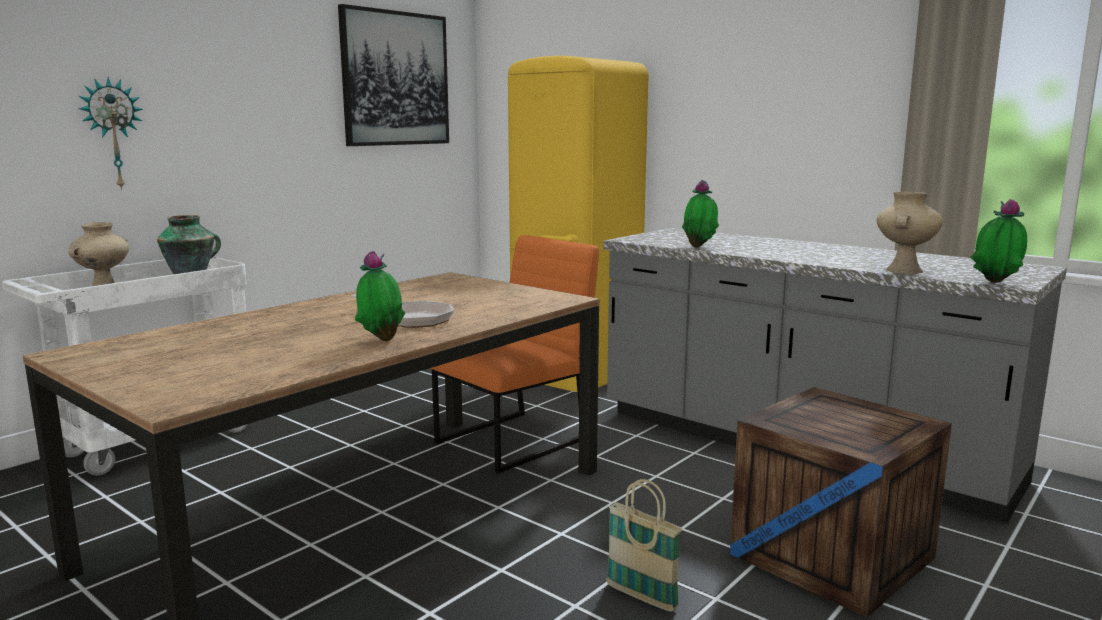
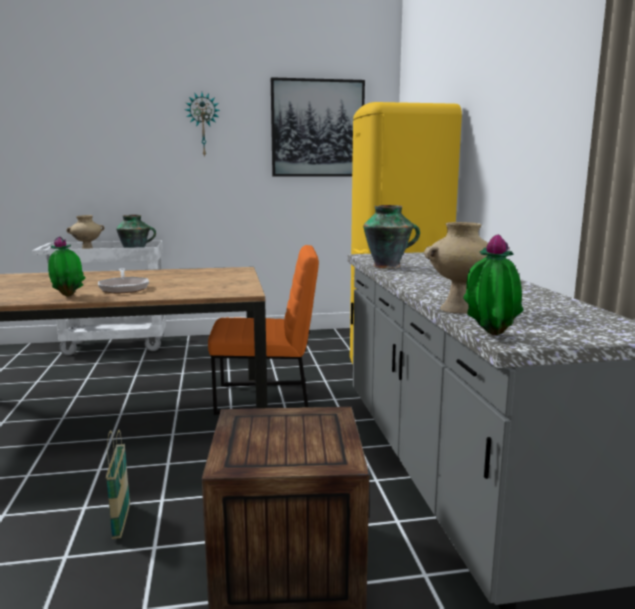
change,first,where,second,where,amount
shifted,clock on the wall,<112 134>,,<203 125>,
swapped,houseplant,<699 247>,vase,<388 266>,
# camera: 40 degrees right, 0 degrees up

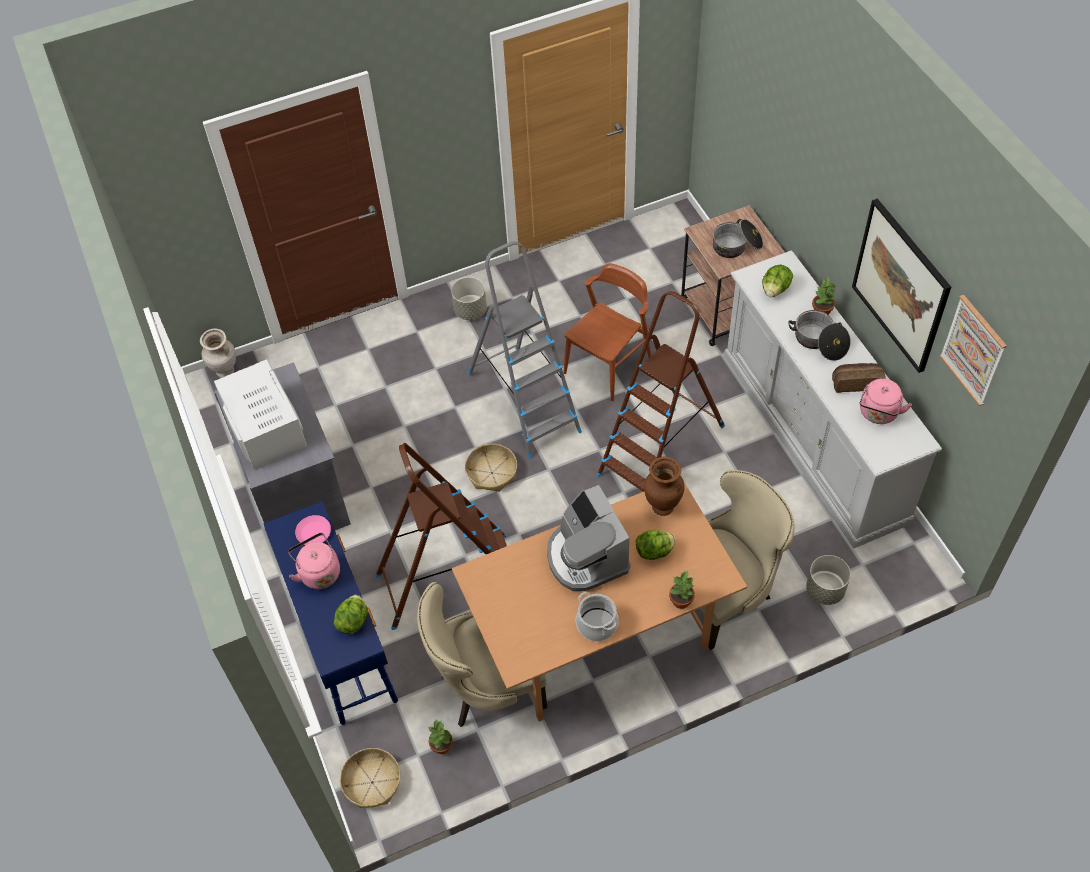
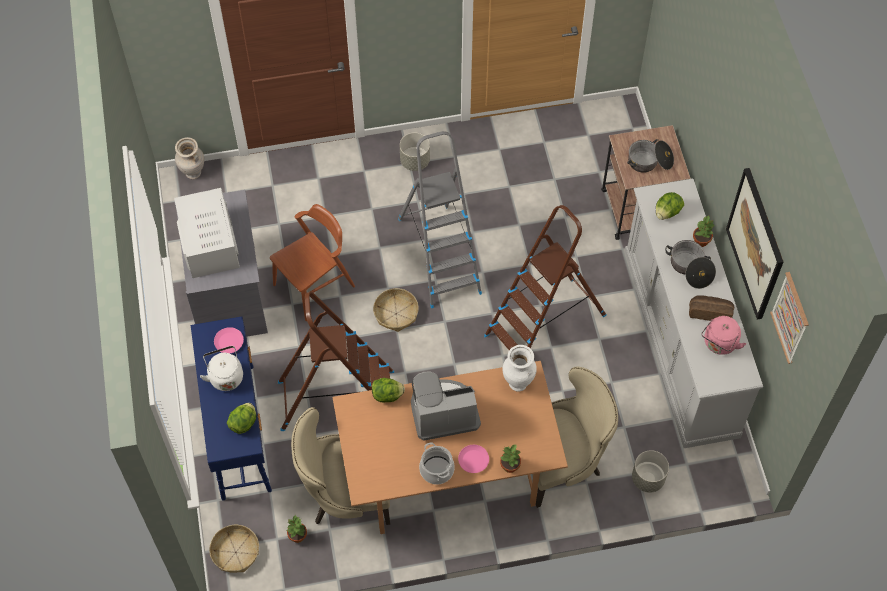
change,first,where,second,where,amount
shifted,upright chair (brownish),<608 364>,,<314 285>,
repainted,vase (brownish),<663 506>,vase (white),<518 383>,
rotated,coffee maker,<586 557>,,<443 412>,90 degrees clockwise
shifted,head of lettuce,<654 551>,,<387 395>,
repainted,tea kettle (pink),<318 572>,tea kettle (white),<225 376>,
new,,,flat dish (pink),<473 460>,
# camera: 10 degrees right, 5 degrees up

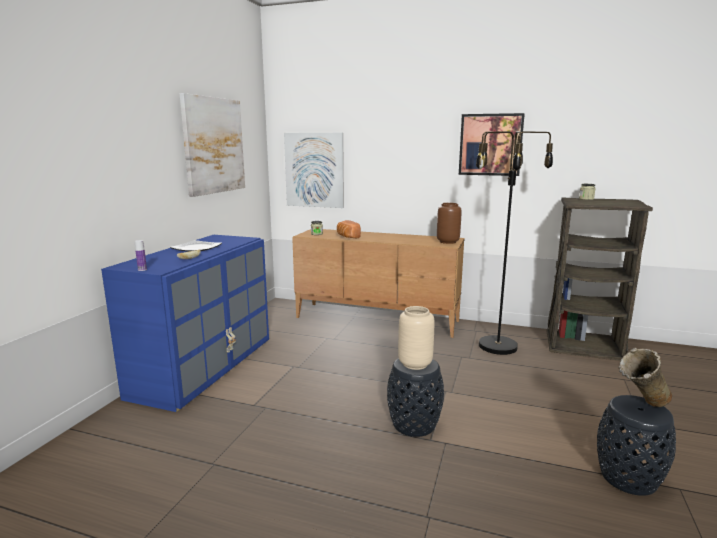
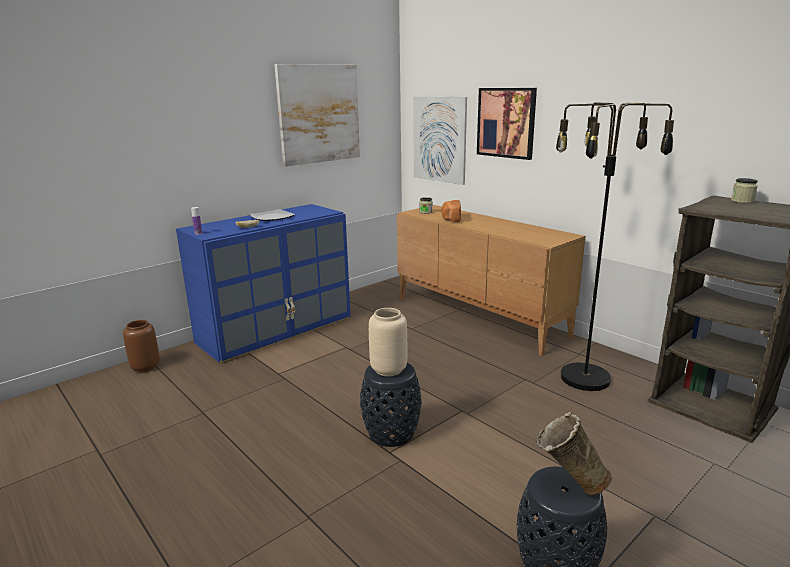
change,first,where,second,where,amount
shifted,picture,<490 145>,,<506 122>,
shifted,vase (brownish),<448 242>,,<145 367>,
# camera: 30 degrees right, 5 degrees up

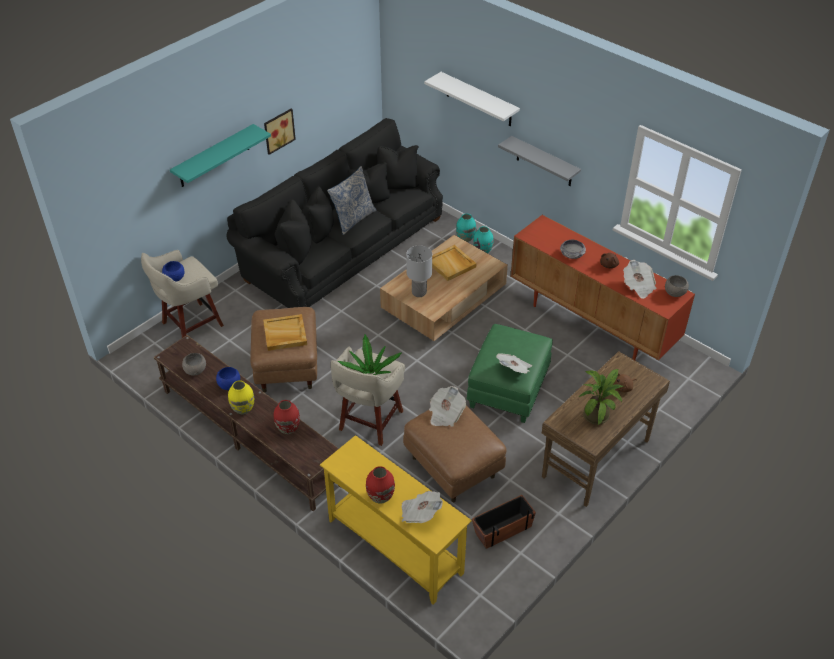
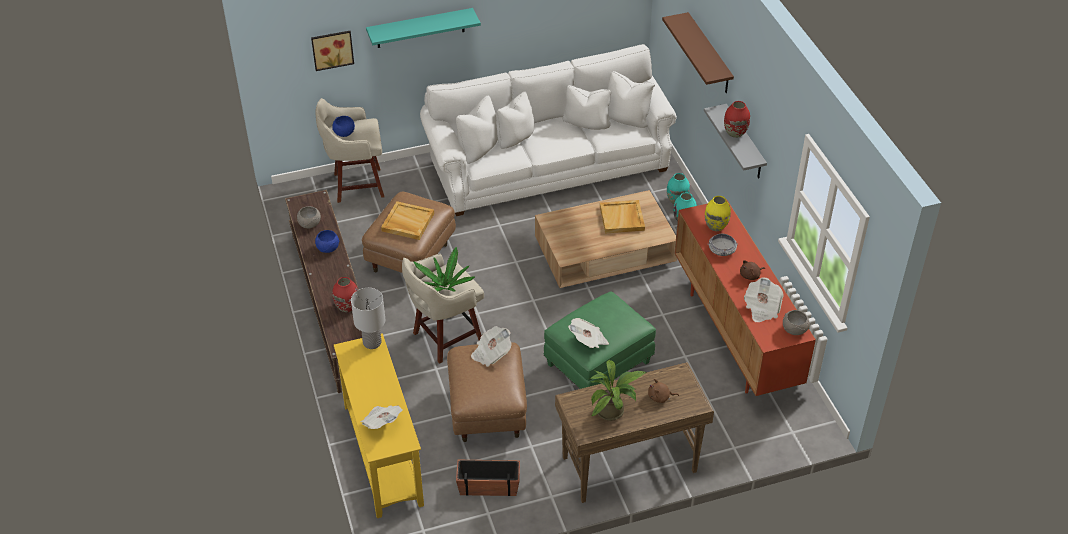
change,first,where,second,where,amount
repainted,wall shelf (white),<479 100>,wall shelf (brownish),<709 54>,
shifted,picture,<278 130>,,<332 49>,
repainted,sofa (blackish),<342 247>,sofa (white),<548 163>,
gone,throw pillow,<353 219>,,,
shifted,tabletop lamp (gray),<419 293>,,<372 344>,
shifted,vase (yellowish),<243 409>,,<715 226>,
shifted,vase (reddish),<380 497>,,<734 133>,
# camera: 30 degrees right, 0 degrees up

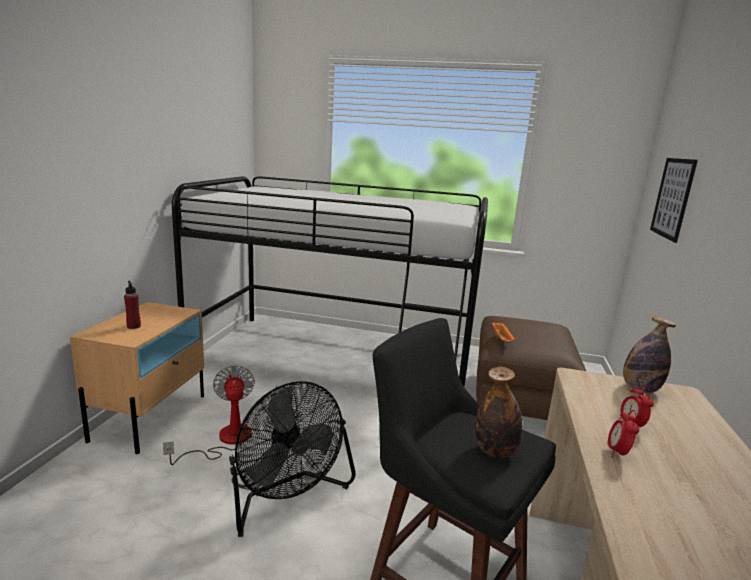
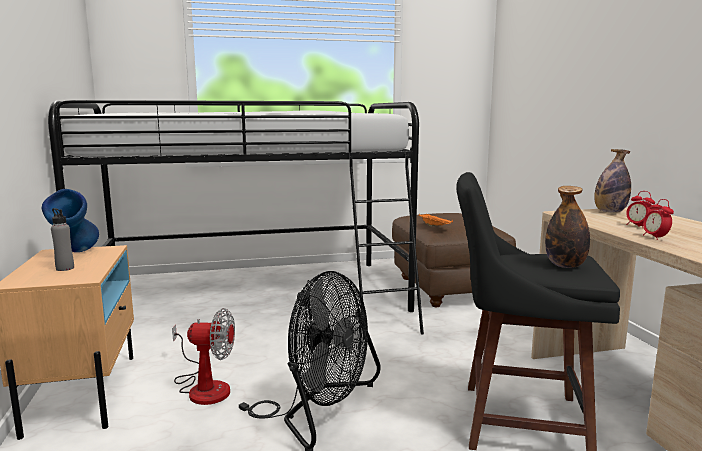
change,first,where,second,where,amount
gone,picture,<672 198>,,,
repainted,bottle (reddish),<134 326>,bottle (gray),<65 268>,
rotated,fan,<225 440>,,<204 387>,135 degrees clockwise
new,,,vase (blue),<76 253>,
# camera: 25 degrees left, 5 degrees down

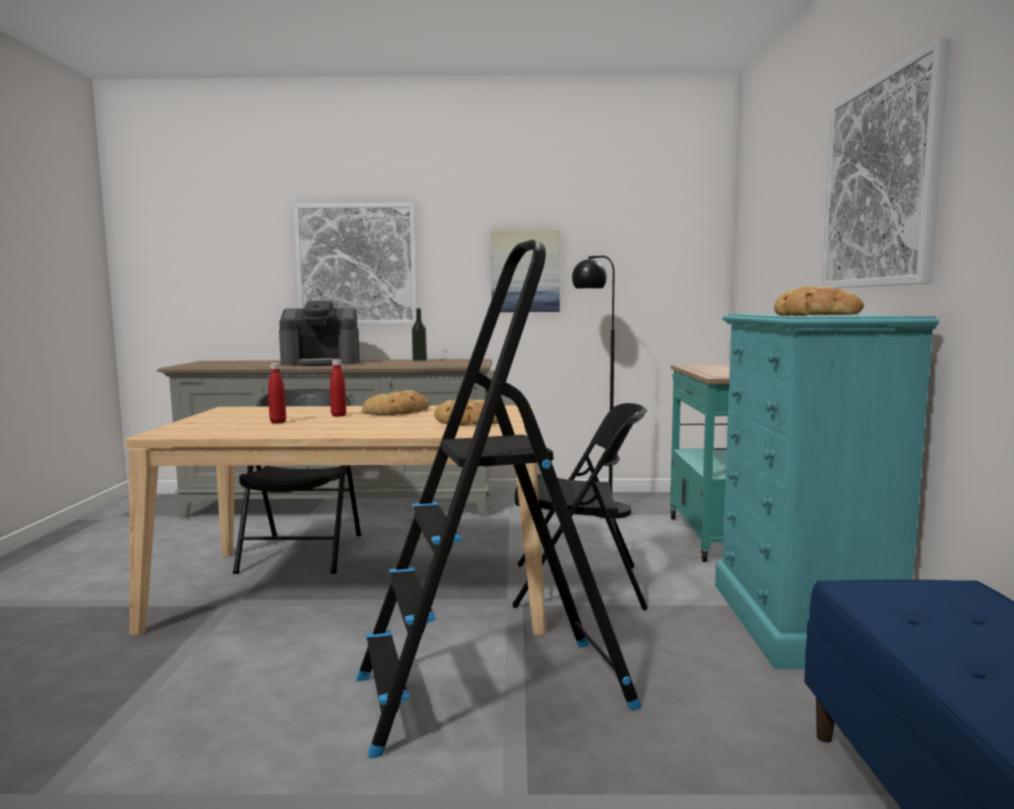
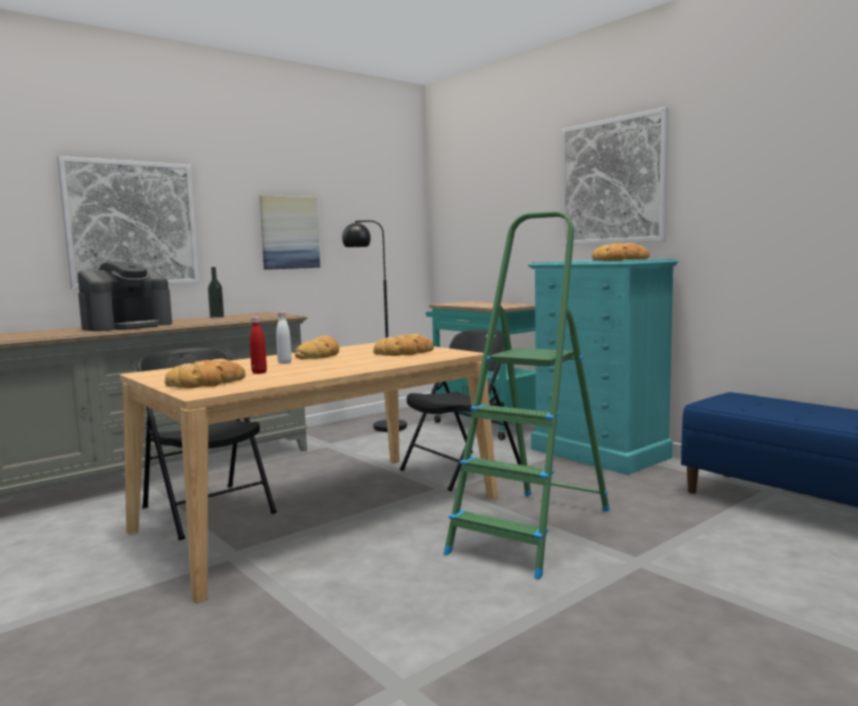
change,first,where,second,where,amount
repainted,step stool (blackish),<491 693>,step stool (green-coloured),<532 530>,
repainted,bottle (reddish),<338 415>,bottle (white),<284 363>,
new,,,baked bread,<207 383>,
# camera: 40 degrees left, 0 degrees up

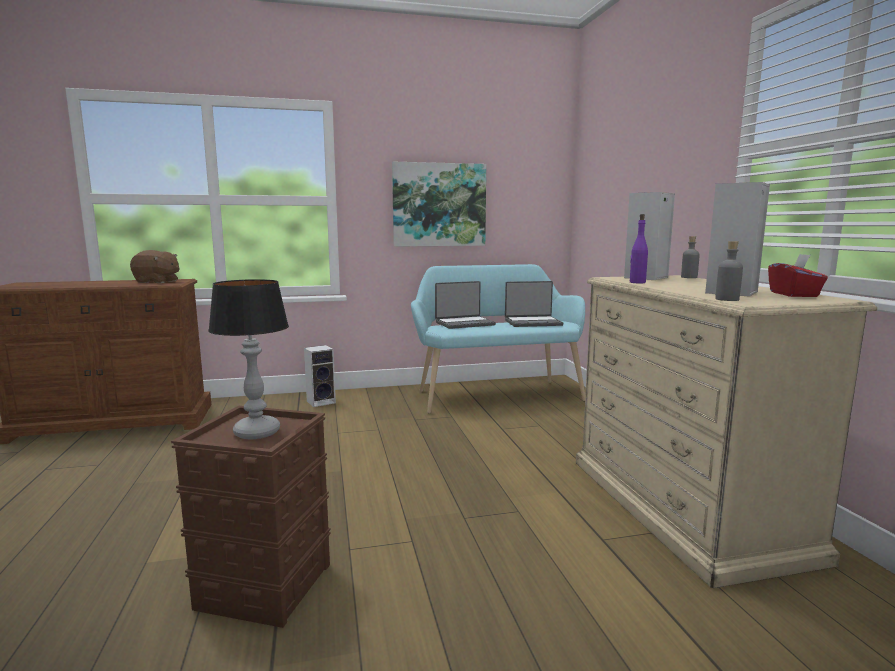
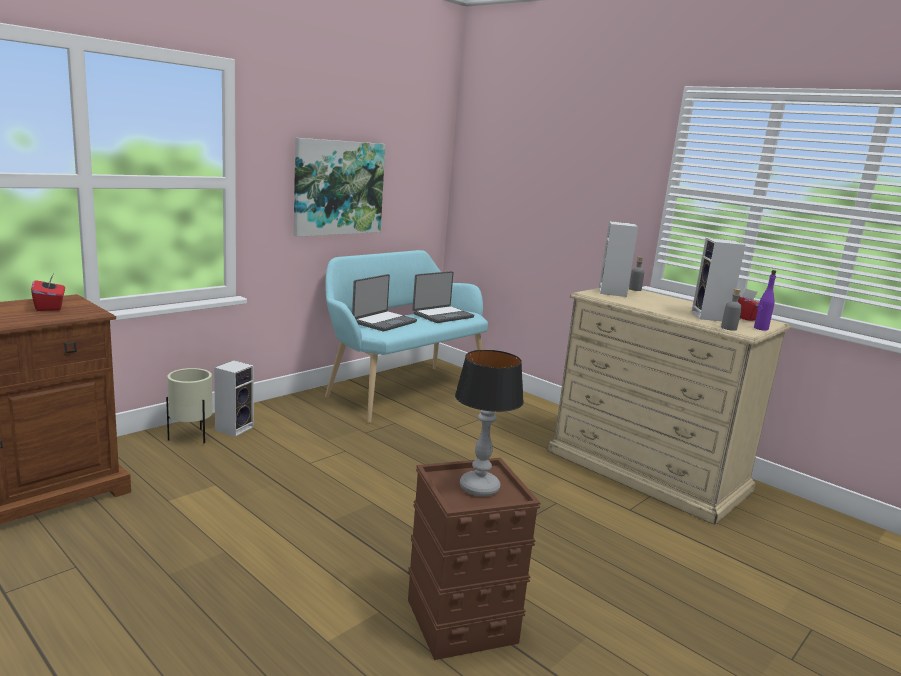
change,first,where,second,where,amount
shifted,bottle (purple),<637 282>,,<760 328>,
swapped,cuddly toy (brownish),<157 282>,tissue holder (reddish),<50 307>,
new,,,flower pot (beige),<191 438>,
# camera: 35 degrees left, 5 degrees up

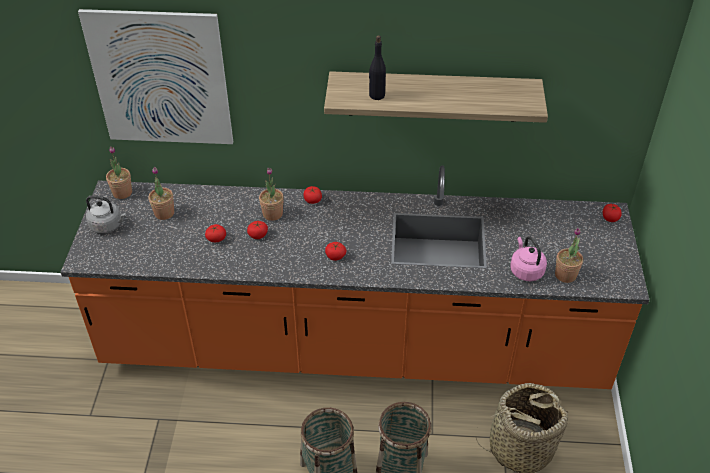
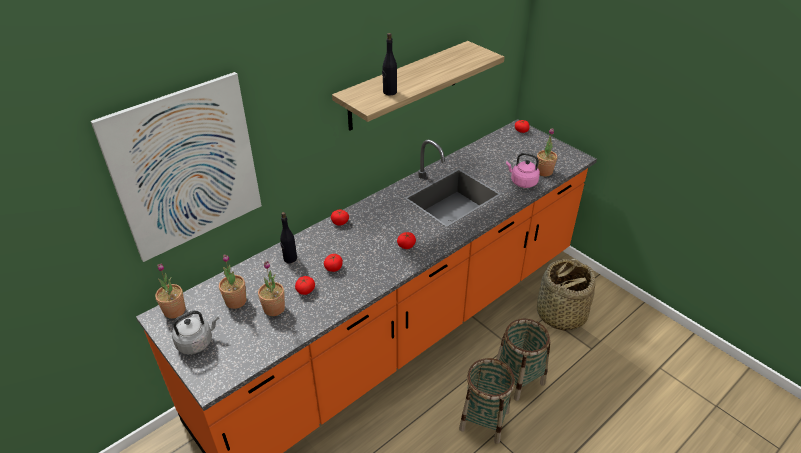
change,first,where,second,where,amount
shifted,houseplant,<272 214>,,<274 308>,
new,,,bottle (blackish),<290 258>,
# camera: 45 degrees left, 5 degrees down

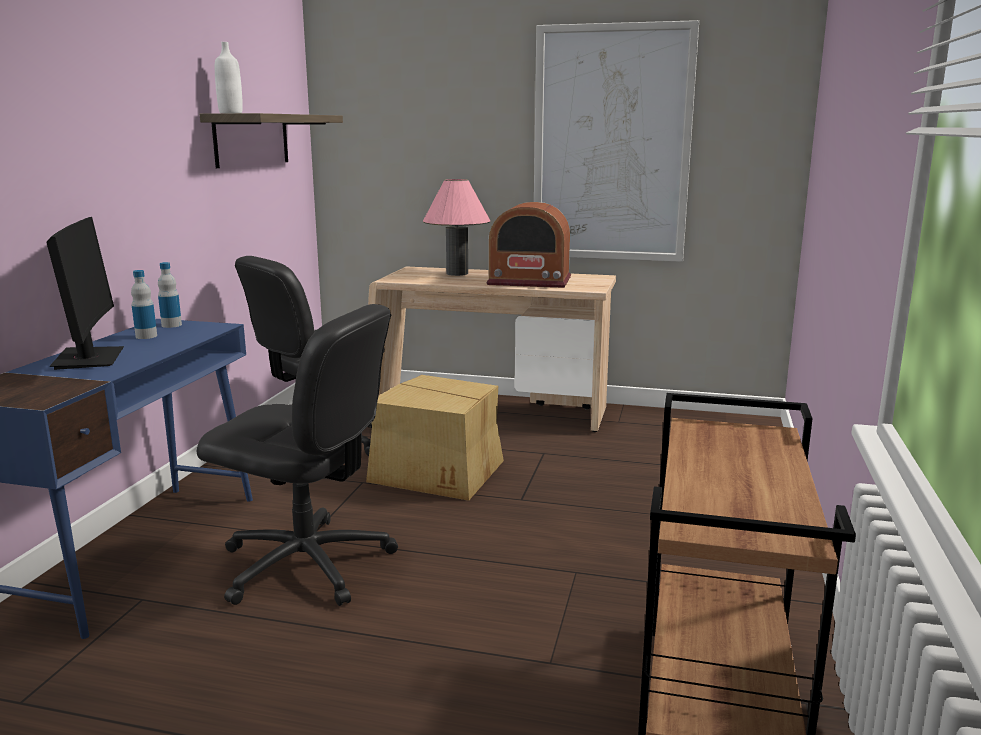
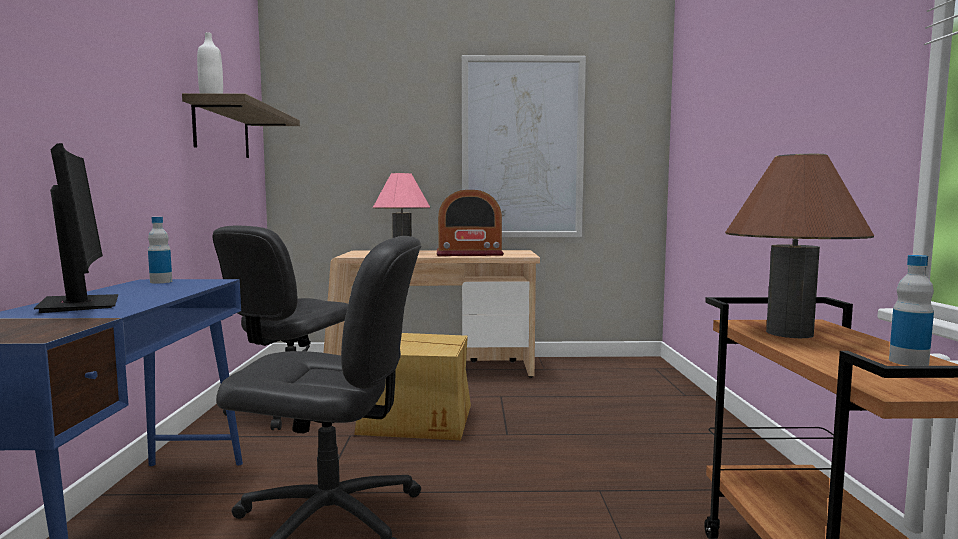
change,first,where,second,where,amount
shifted,bottle,<146 336>,,<908 362>,
new,,,tabletop lamp (brownish),<789 333>,
# camera: 15 degrees left, 10 degrees down

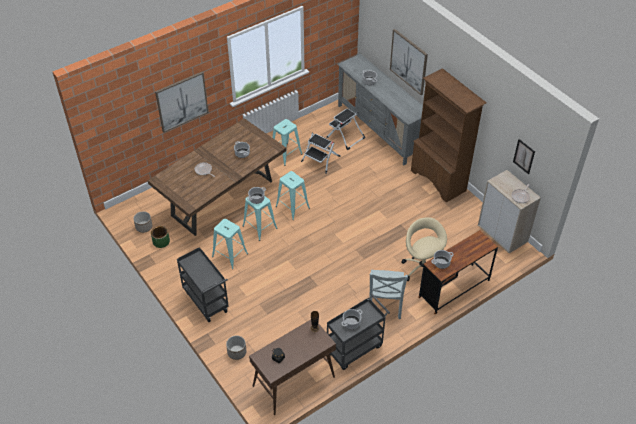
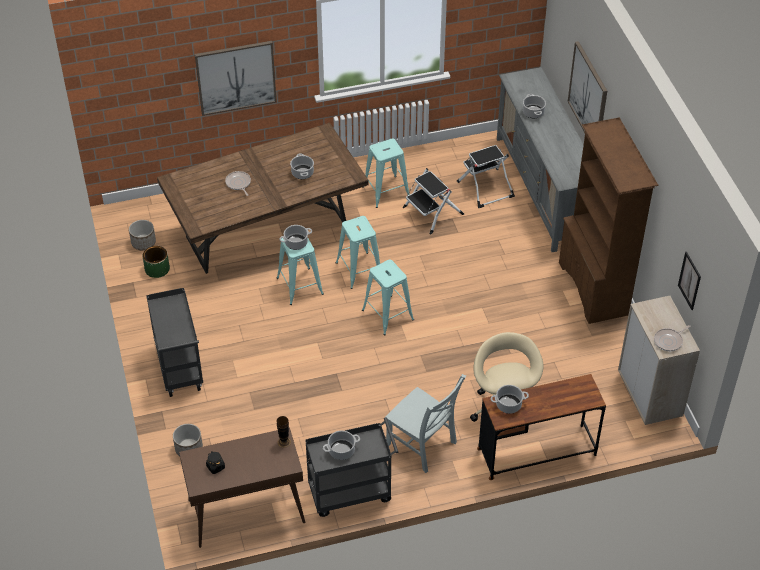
change,first,where,second,where,amount
shifted,stool seat (turquoise),<230 255>,,<387 315>,
rotated,upright chair (gray),<384 305>,,<423 445>,75 degrees counterclockwise
# camera: 20 degrees right, 0 degrees up

